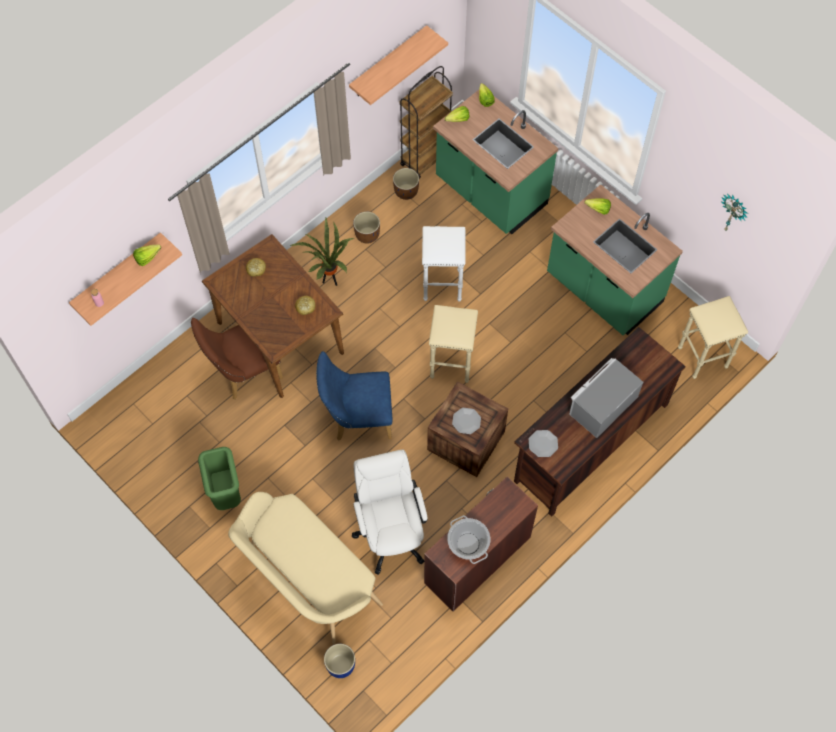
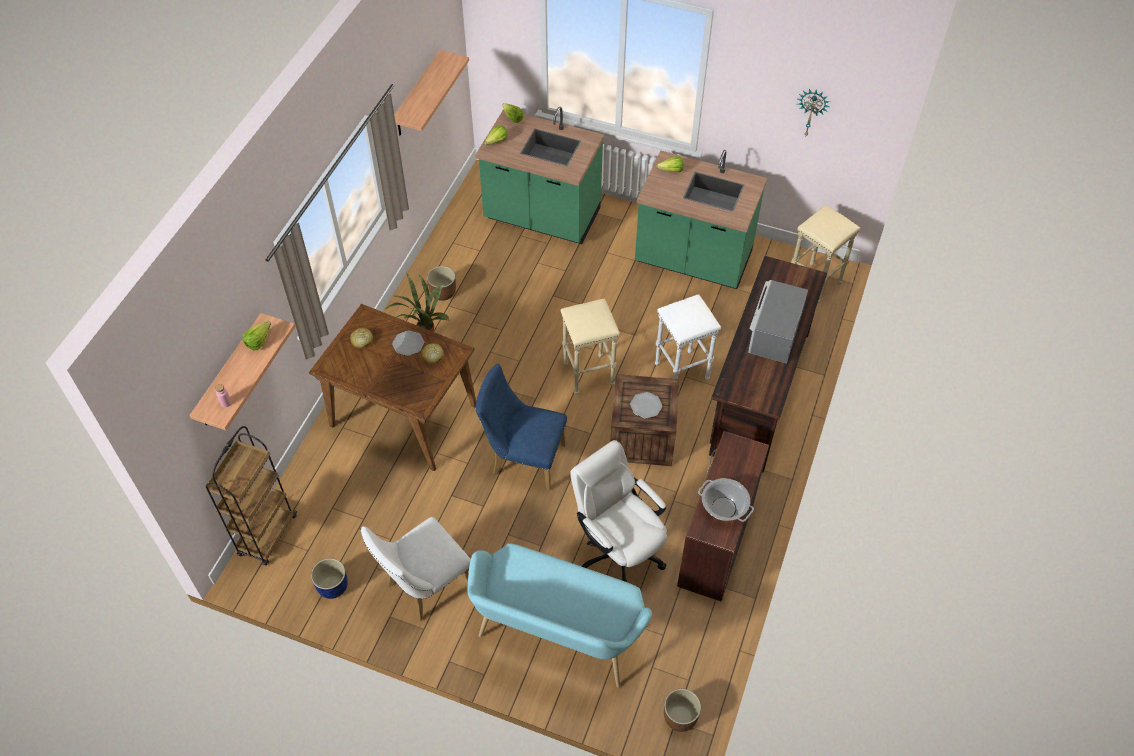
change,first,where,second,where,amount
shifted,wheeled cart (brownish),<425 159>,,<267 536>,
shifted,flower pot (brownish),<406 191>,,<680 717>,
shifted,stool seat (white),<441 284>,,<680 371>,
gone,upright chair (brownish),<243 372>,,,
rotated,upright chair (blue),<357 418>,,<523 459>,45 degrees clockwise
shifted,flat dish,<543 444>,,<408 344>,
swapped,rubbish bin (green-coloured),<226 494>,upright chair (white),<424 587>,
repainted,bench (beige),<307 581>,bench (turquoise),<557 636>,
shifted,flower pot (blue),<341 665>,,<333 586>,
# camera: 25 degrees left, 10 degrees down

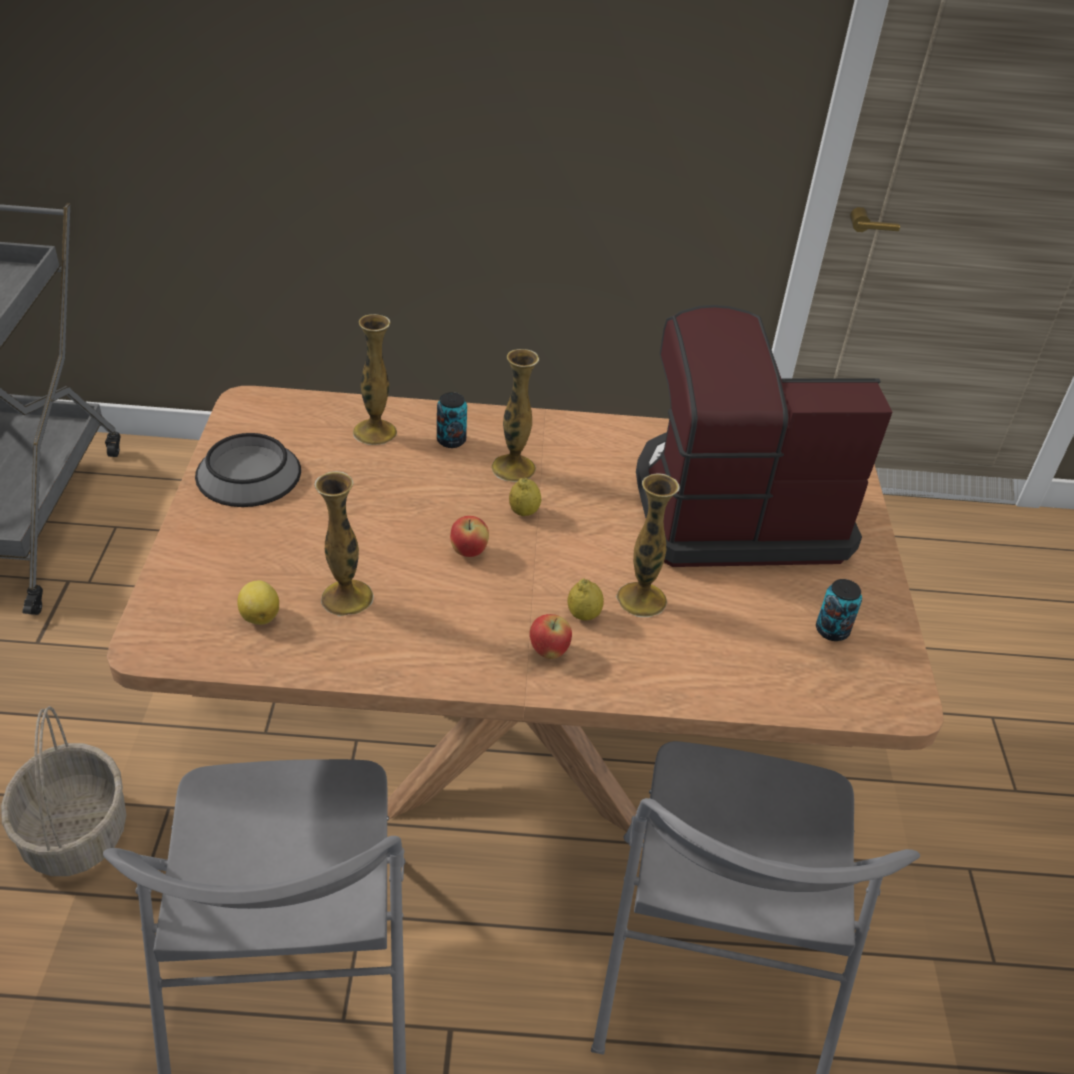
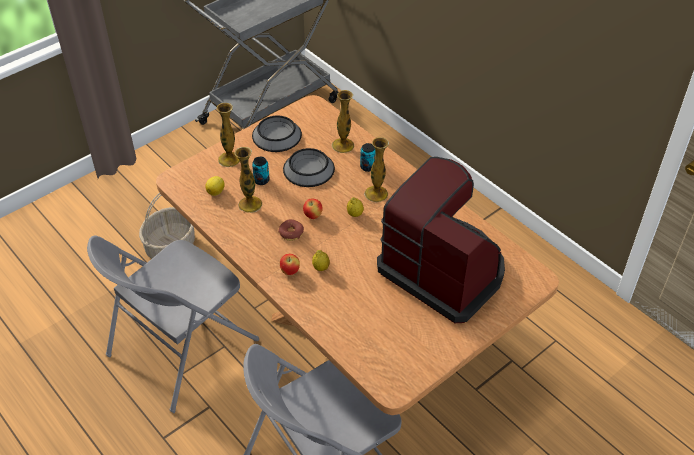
change,first,where,second,where,amount
shifted,vase,<641 599>,,<229 159>,
shifted,metal can,<832 630>,,<261 180>,
new,,,serving bowl,<308 169>,
new,,,donut,<291 233>,
# camera: 50 degrees right, 5 degrees up

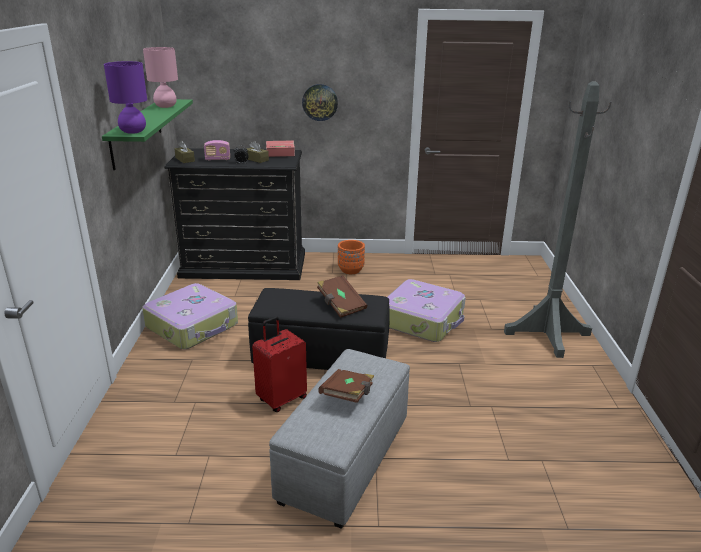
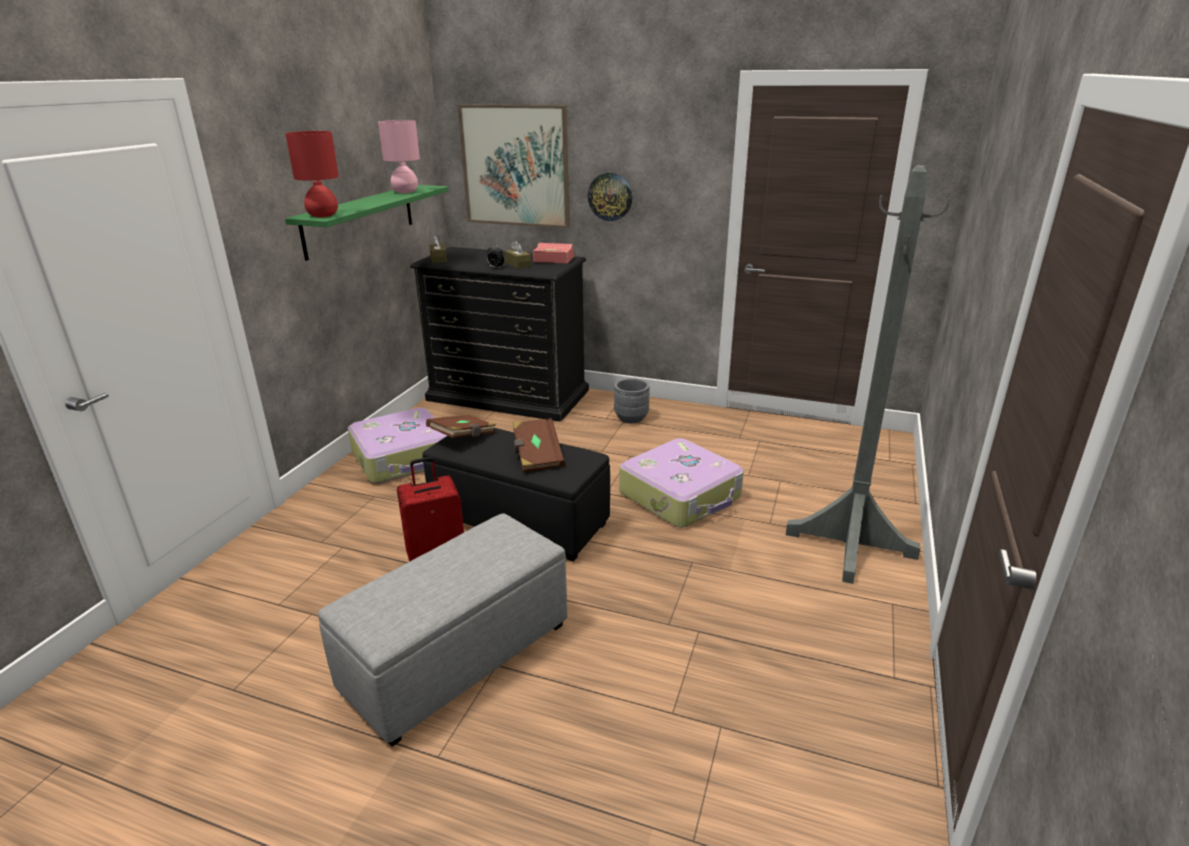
change,first,where,second,where,amount
repainted,tabletop lamp (purple),<133 132>,tabletop lamp (reddish),<323 215>,
gone,radio set,<217 159>,,,
repainted,flower pot (orange),<351 270>,flower pot (gray),<631 418>,
shifted,book (brownish),<348 395>,,<463 437>,
new,,,picture,<515 166>,
# camera: 20 degrees right, 0 degrees up

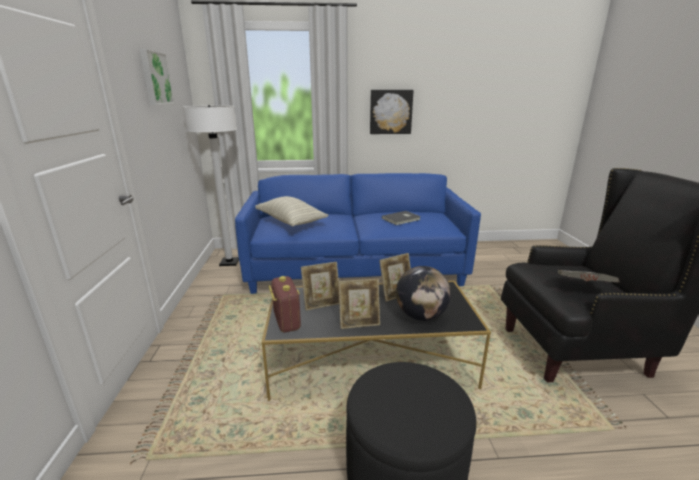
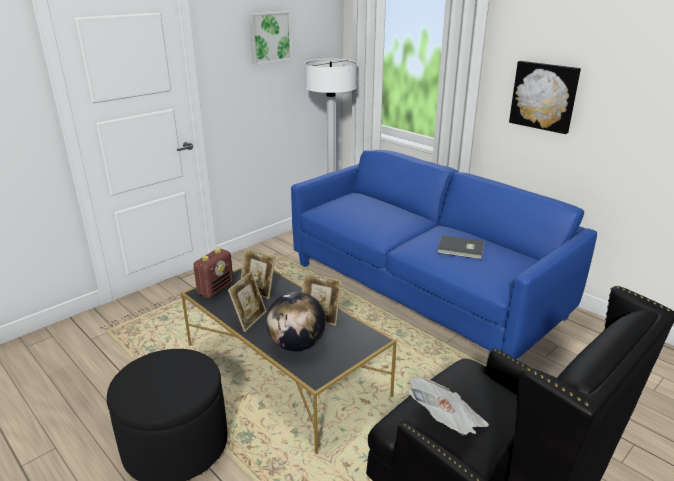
change,first,where,second,where,amount
gone,throw pillow,<290 221>,,,
rotated,picture frame,<359 322>,,<249 319>,105 degrees counterclockwise
# camera: 50 degrees right, 5 degrees up

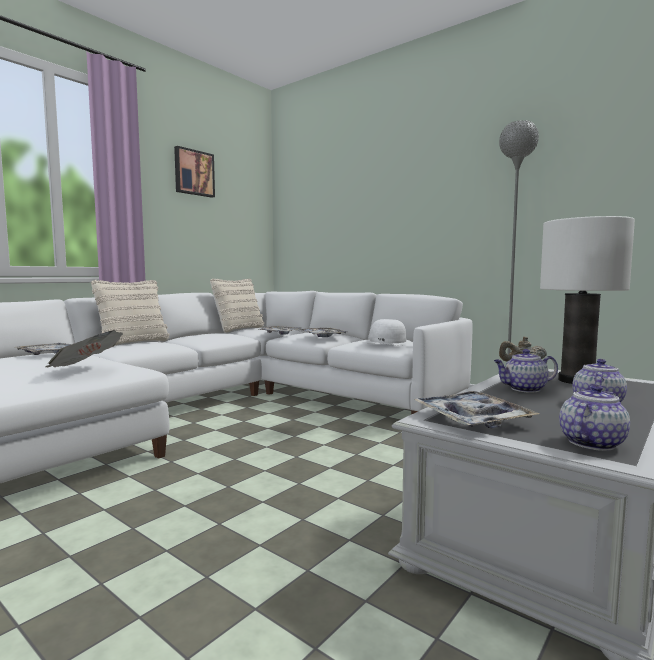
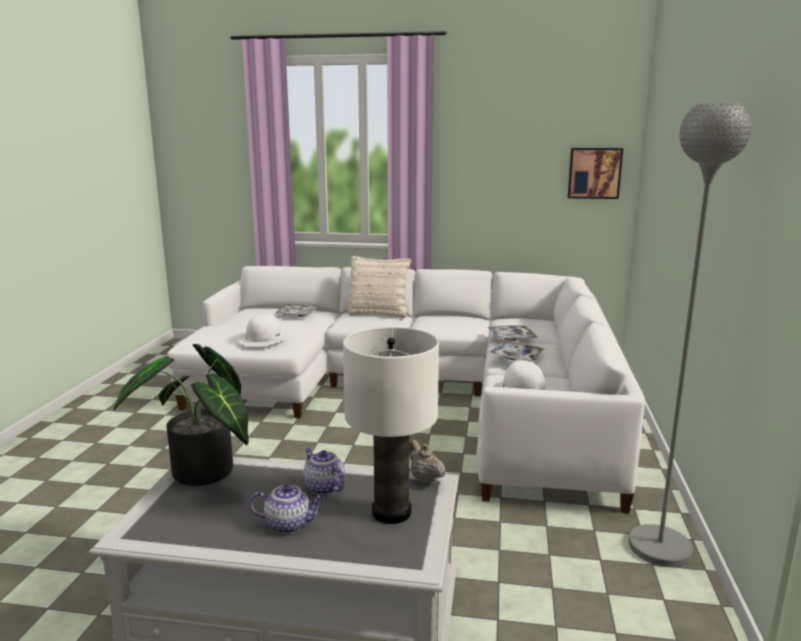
change,first,where,second,where,amount
shifted,picture,<193 173>,,<594 173>,
gone,throw pillow (beige),<238 329>,,,
swapped,newspaper,<86 369>,hat (white),<263 338>,
gone,teapot,<591 442>,,,
swapped,tray,<472 419>,houseplant,<203 475>,
# camera: 60 degrees right, 10 degrees up

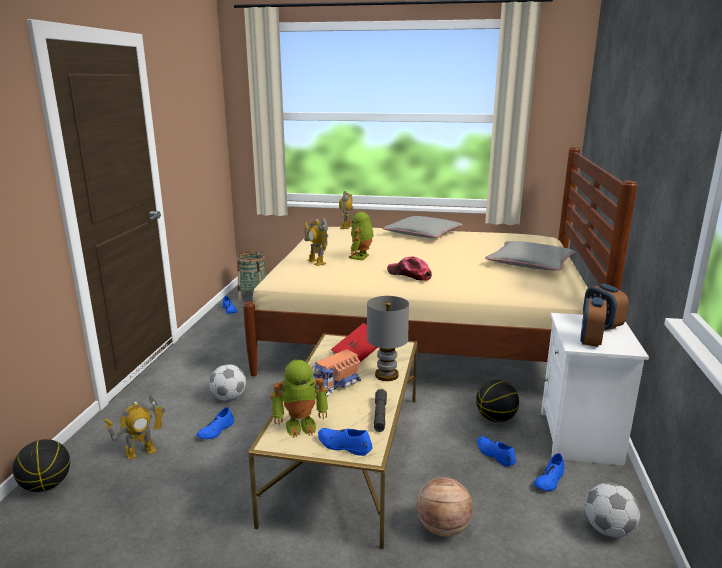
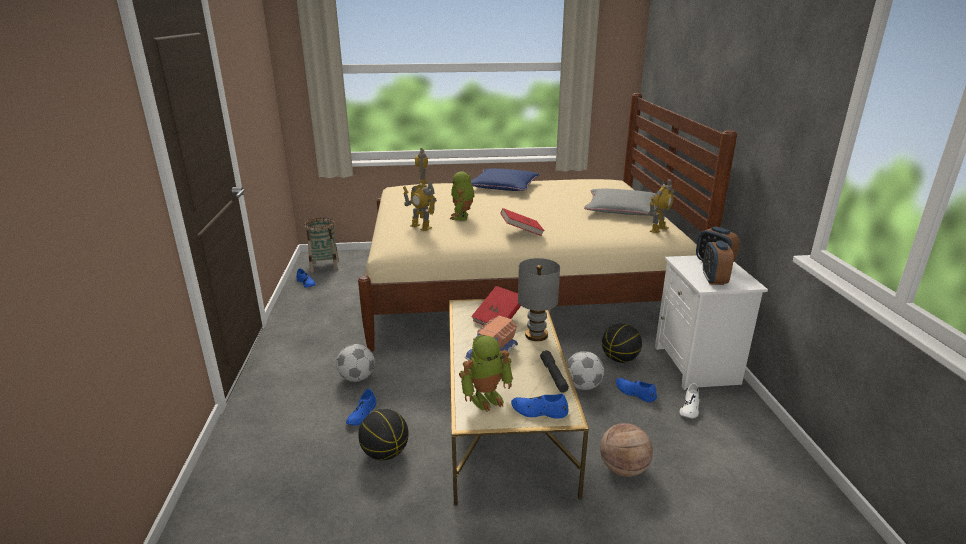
change,first,where,second,where,amount
repainted,throw pillow (gray),<422 234>,throw pillow (blue),<503 186>,
swapped,peaked cap,<409 274>,book (reddish),<521 232>,
shifted,toy robot,<141 452>,,<658 229>,
shifted,ball for basketball,<47 485>,,<385 453>,
repainted,low shoe (blue),<549 480>,low shoe (white),<690 408>,
shifted,football ball,<608 530>,,<583 386>,
# camera: 15 degrees left, 5 degrees up

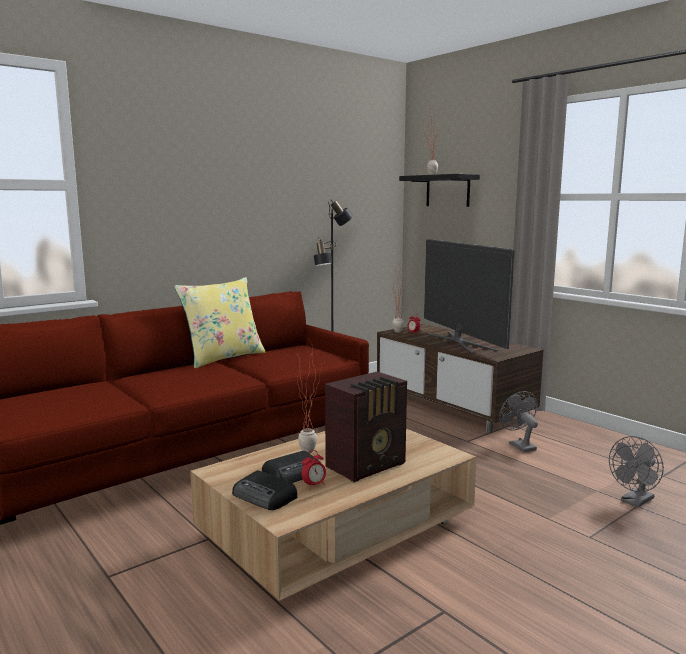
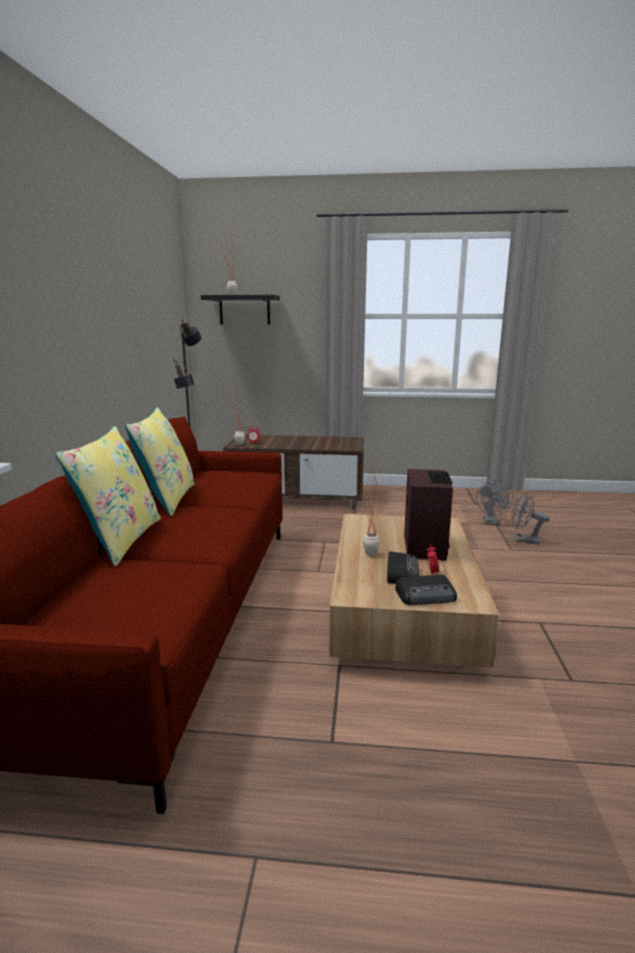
change,first,where,second,where,amount
gone,TV,<460 342>,,,
shifted,fan (gray),<519 445>,,<524 540>,
new,,,throw pillow (yellowish),<120 540>,
# camera: 45 degrees left, 5 degrees up

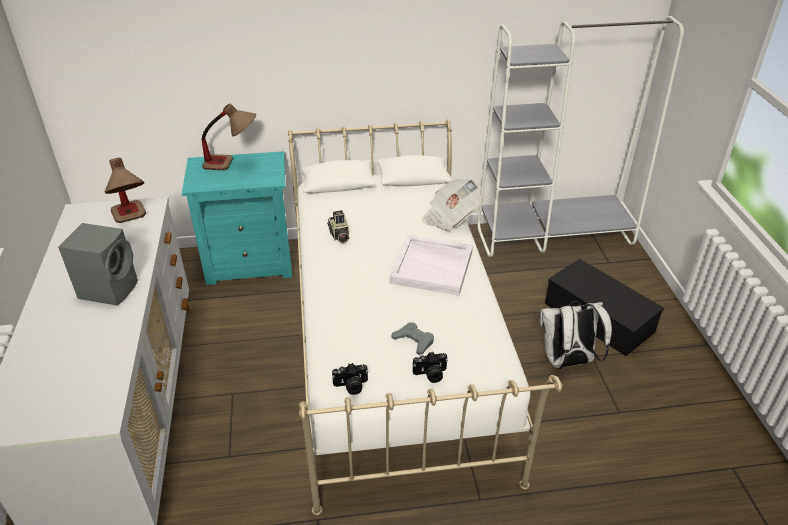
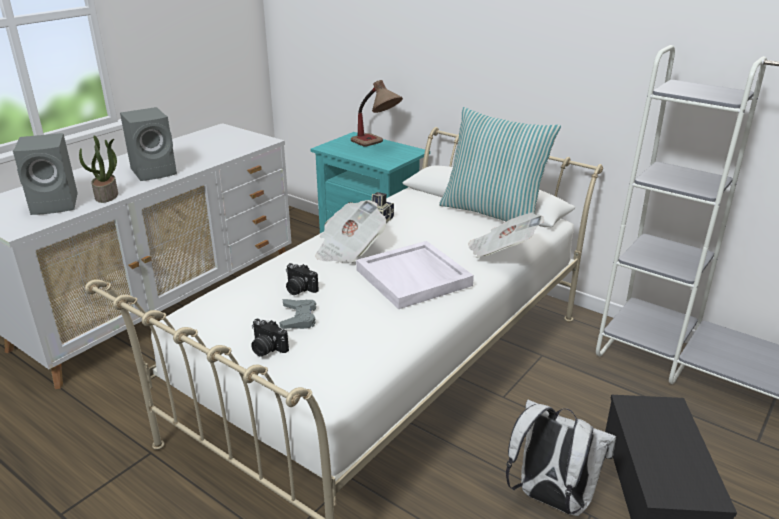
change,first,where,second,where,amount
gone,tabletop lamp,<133 222>,,,
shifted,still camera,<351 386>,,<299 289>,
new,,,throw pillow,<493 213>,
new,,,loudspeaker (gray),<57 204>,
new,,,houseplant,<107 196>,
new,,,newspaper,<349 249>,
# camera: 45 degrees right, 10 degrees down

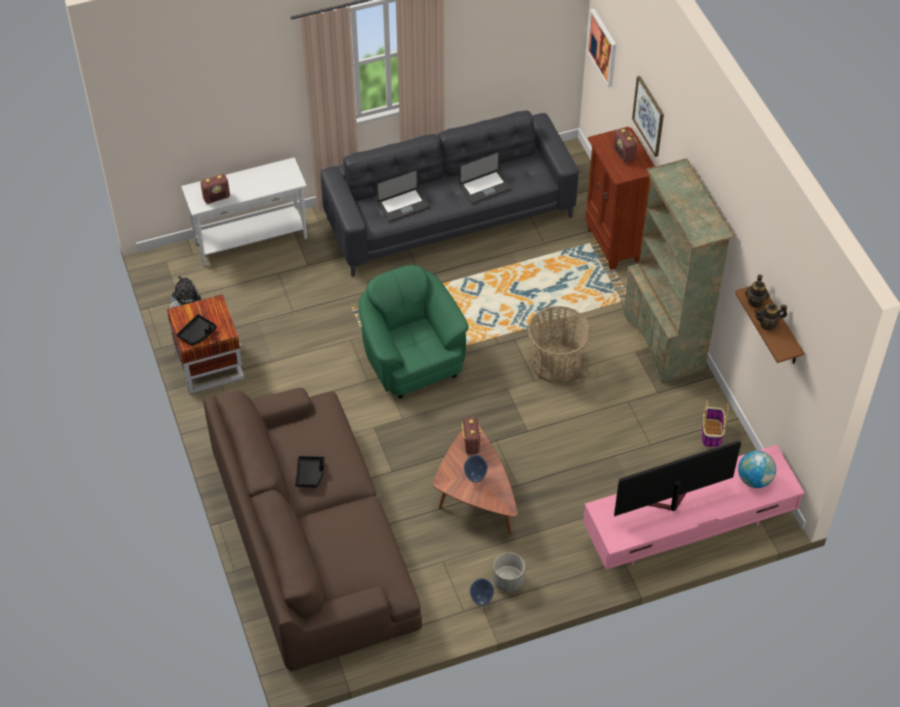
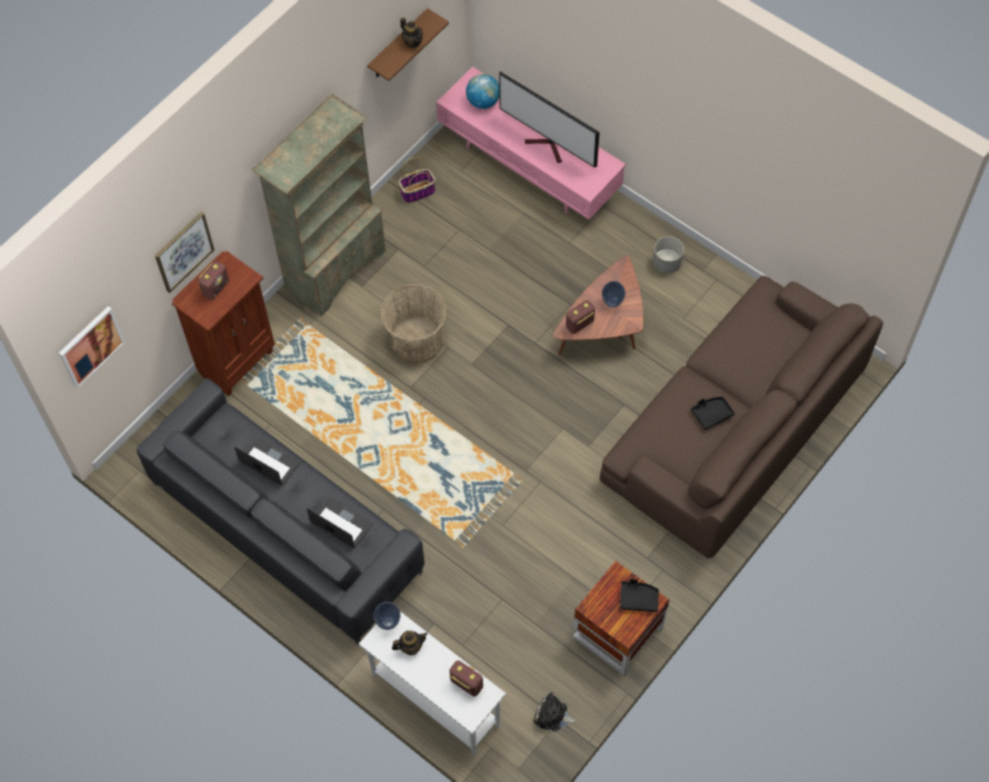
change,first,where,second,where,amount
gone,armchair (green-coloured),<412 360>,,,
shifted,teapot,<755 301>,,<410 647>,
shifted,vase,<481 600>,,<388 623>,
# camera: 120 degrees left, 10 degrees up

